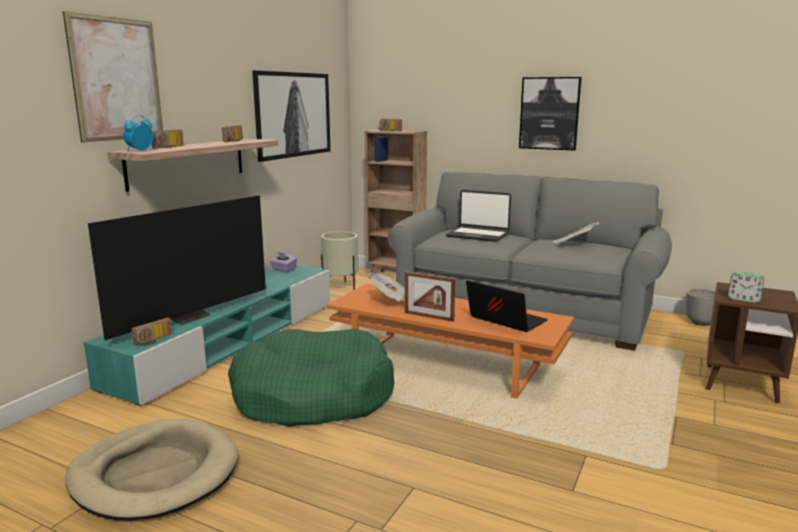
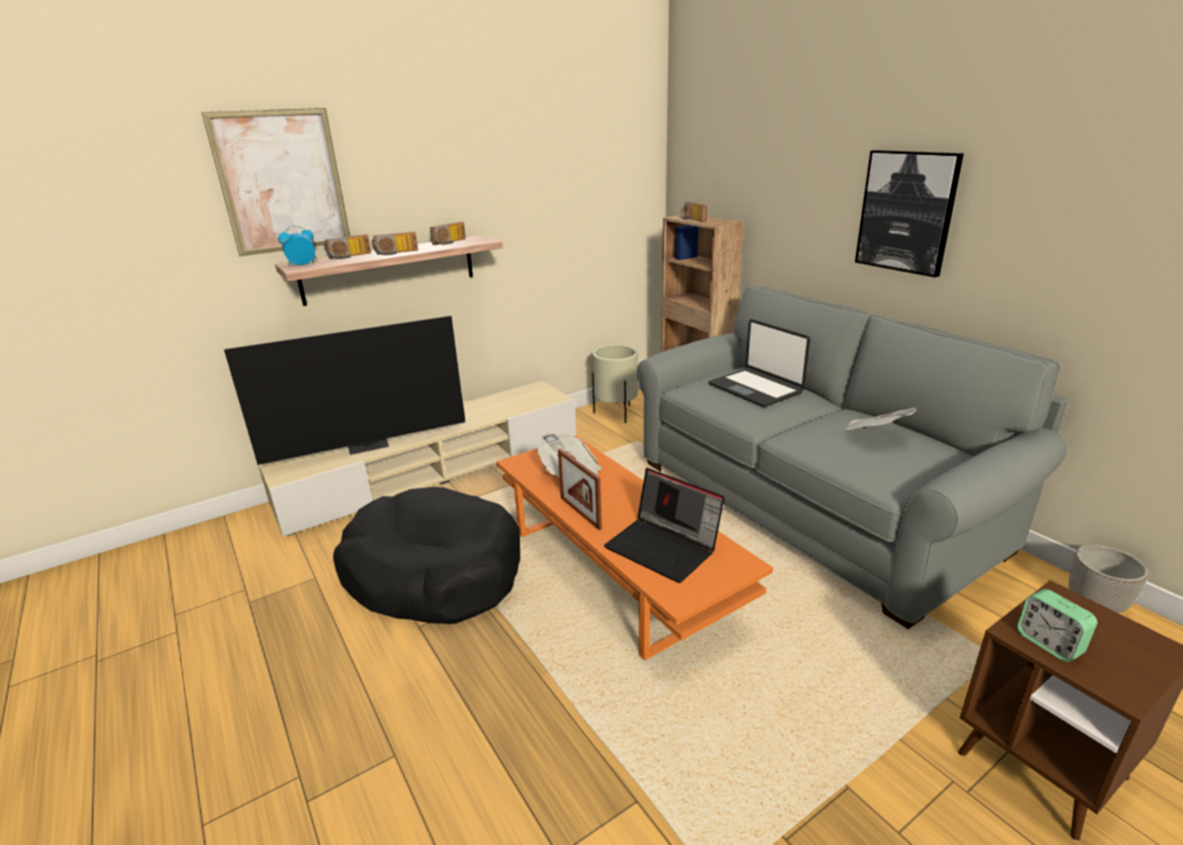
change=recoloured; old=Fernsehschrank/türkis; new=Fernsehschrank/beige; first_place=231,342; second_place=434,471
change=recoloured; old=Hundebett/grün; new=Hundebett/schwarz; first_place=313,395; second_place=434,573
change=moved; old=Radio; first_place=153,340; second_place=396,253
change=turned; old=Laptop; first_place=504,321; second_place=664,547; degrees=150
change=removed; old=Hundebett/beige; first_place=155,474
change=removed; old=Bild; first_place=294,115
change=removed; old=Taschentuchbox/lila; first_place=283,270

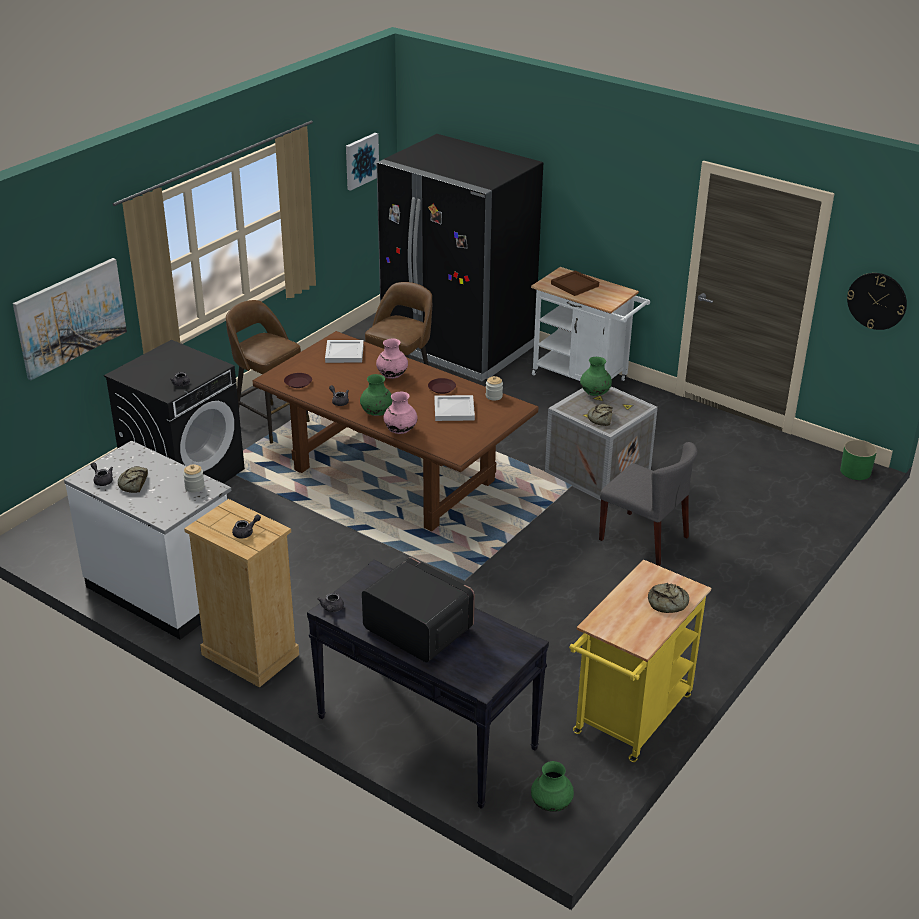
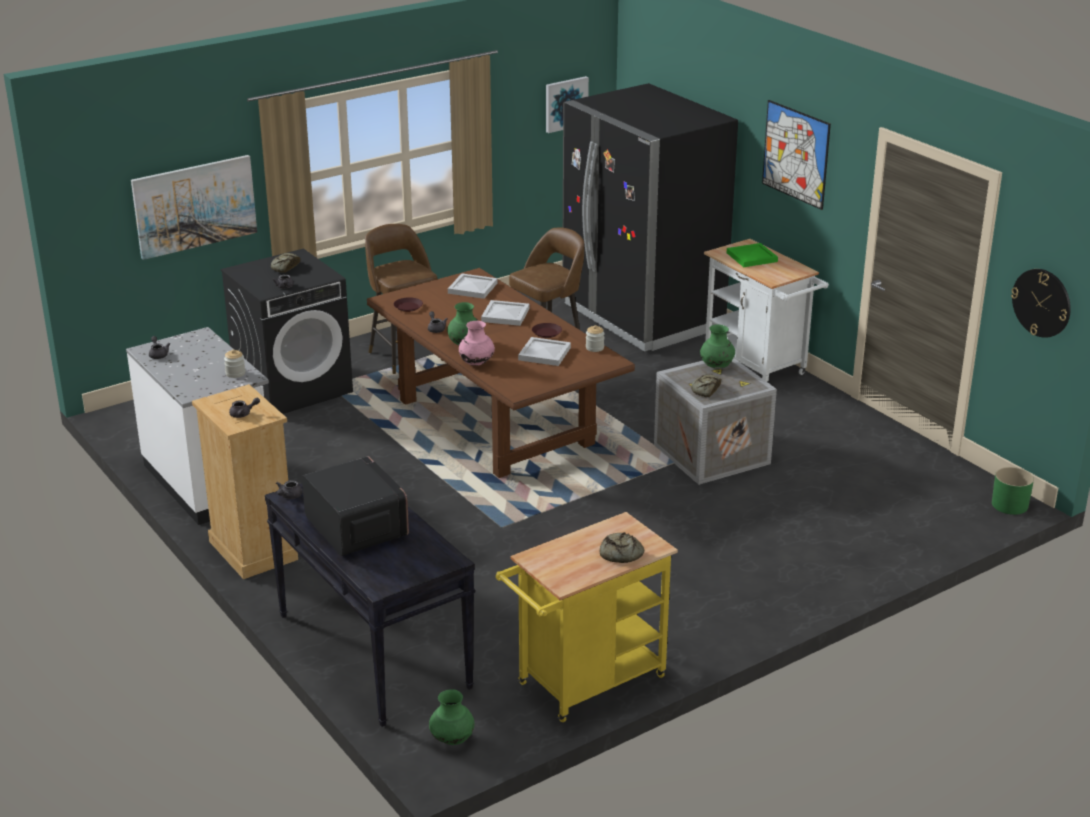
change=moved; old=Brot; first_place=133,483; second_place=284,267
change=replaced; old=Vase/rosa; new=Tablett/weiß; first_place=392,376; second_place=505,315
change=recoloured; old=Tablett/braun; new=Tablett/grün; first_place=574,285; second_place=751,257
change=added; new=Bild; second_place=795,154
change=removed; old=Stuhl/grau; first_place=644,538

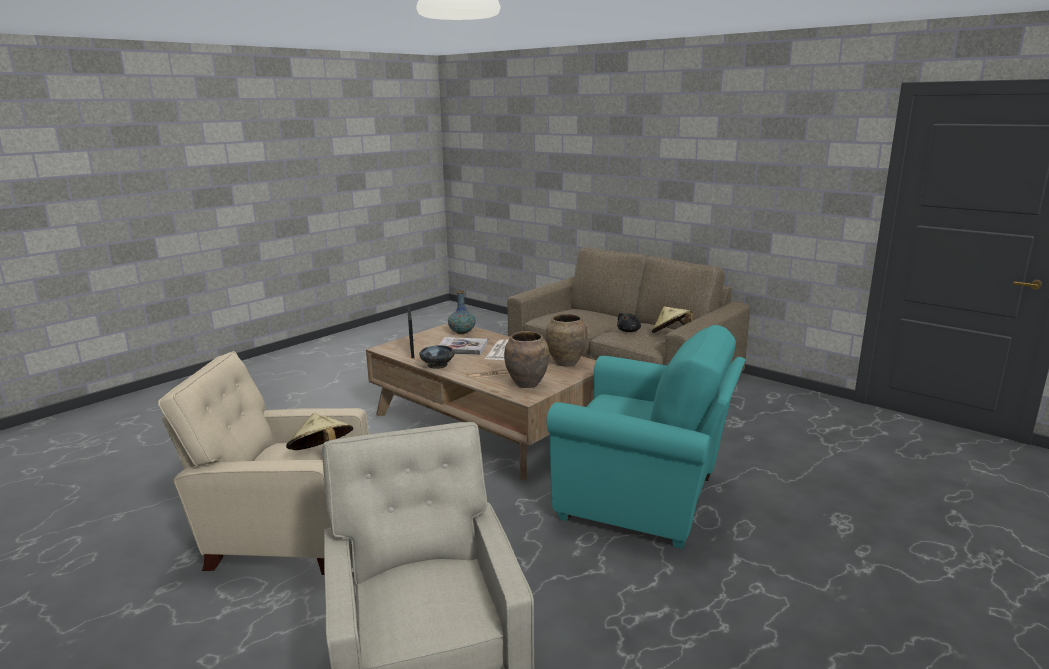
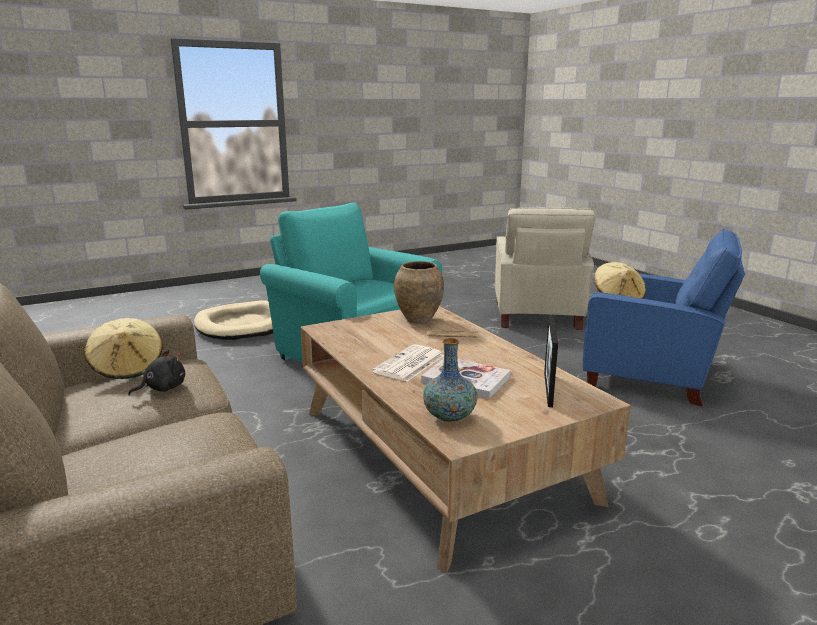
change=added; new=Hundebett/beige; second_place=242,325
change=recoloured; old=Sessel/beige; new=Sessel/blau; first_place=285,534; second_place=651,377
change=removed; old=Schüssel/schwarz; first_place=437,365
change=removed; old=Vase/braun; first_place=565,363

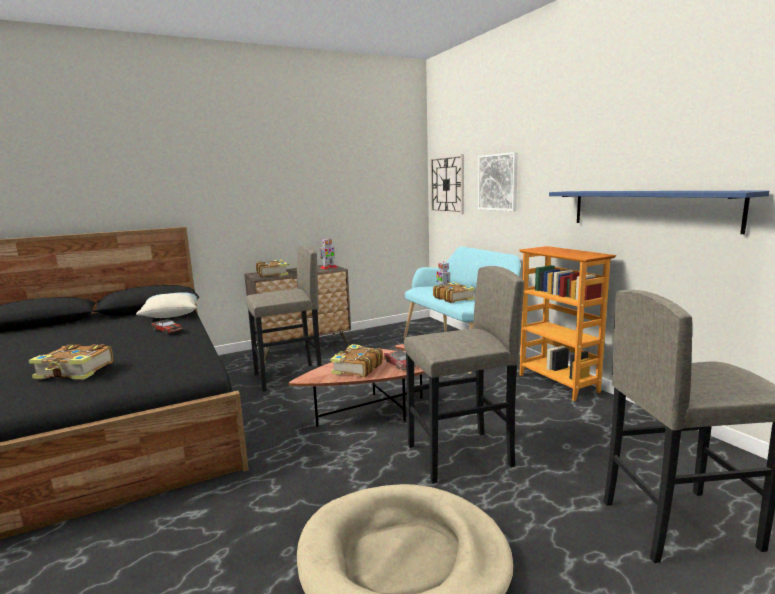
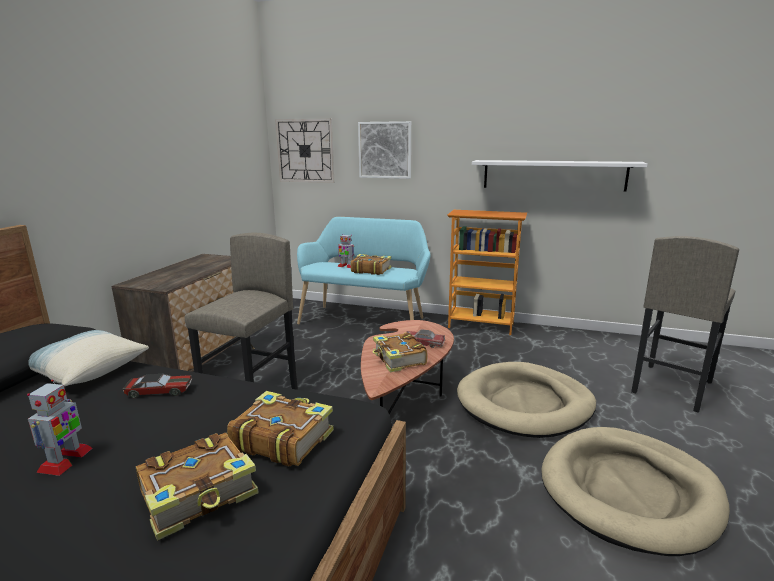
change=moved; old=Spielzeugroboter; first_place=328,267; second_place=65,460
change=moved; old=Buch; first_place=273,274; second_place=282,439
change=replaced; old=Hocker/grau; new=Hundebett/beige; first_place=460,456; second_place=524,403
change=recoloured; old=Wandregal/blau; new=Wandregal/weiß; first_place=649,209; second_place=553,175

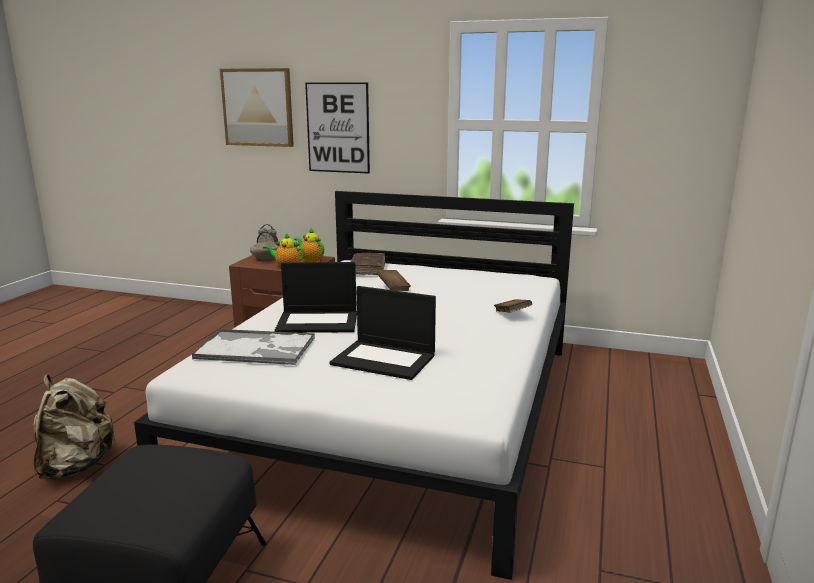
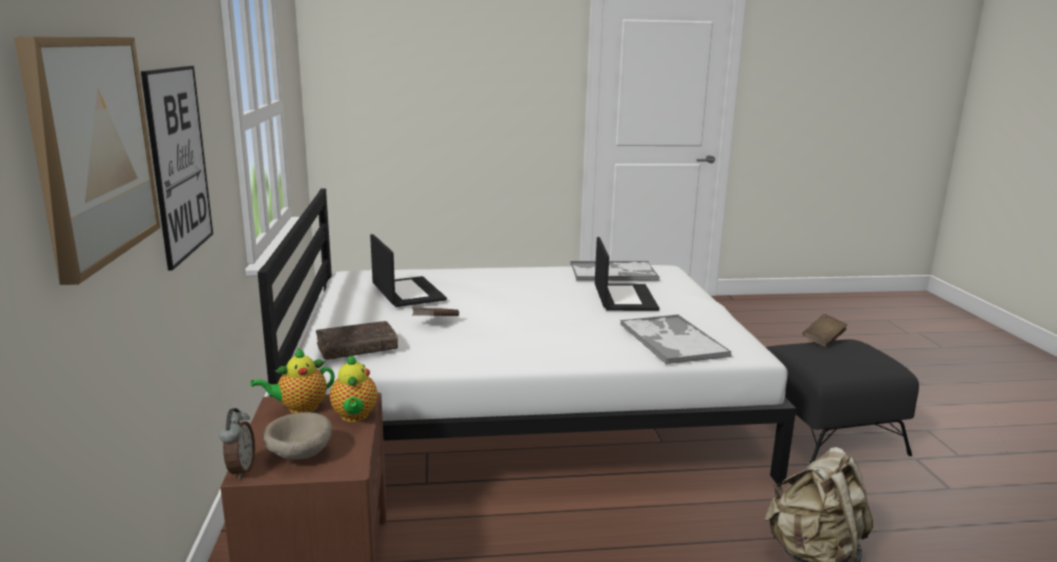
change=turned; old=Teekanne; first_place=311,260; second_place=299,408; degrees=45
change=moved; old=Laptop; first_place=318,322; second_place=407,292
change=added; new=Tablett; second_place=614,272
change=moved; old=Buch/braun; first_place=512,315; second_place=823,340

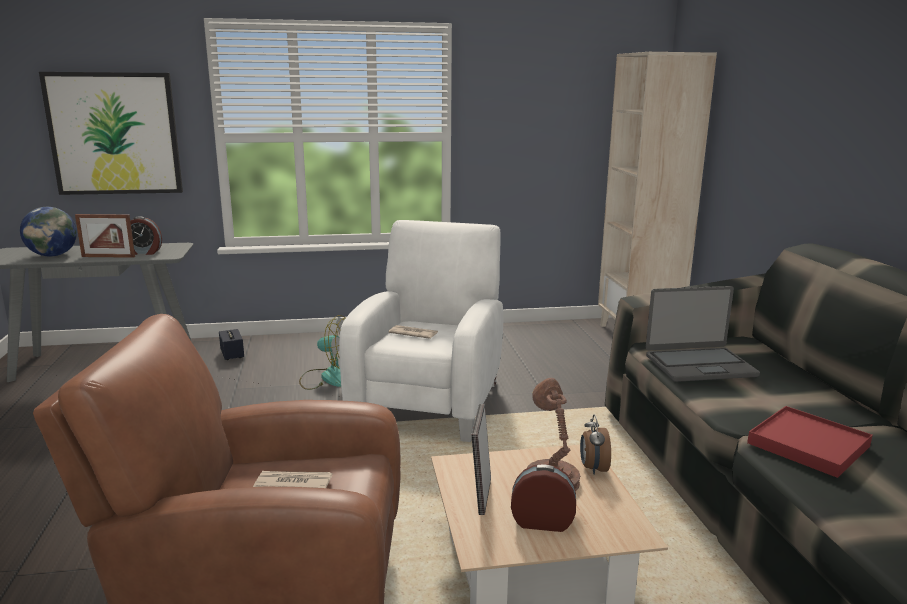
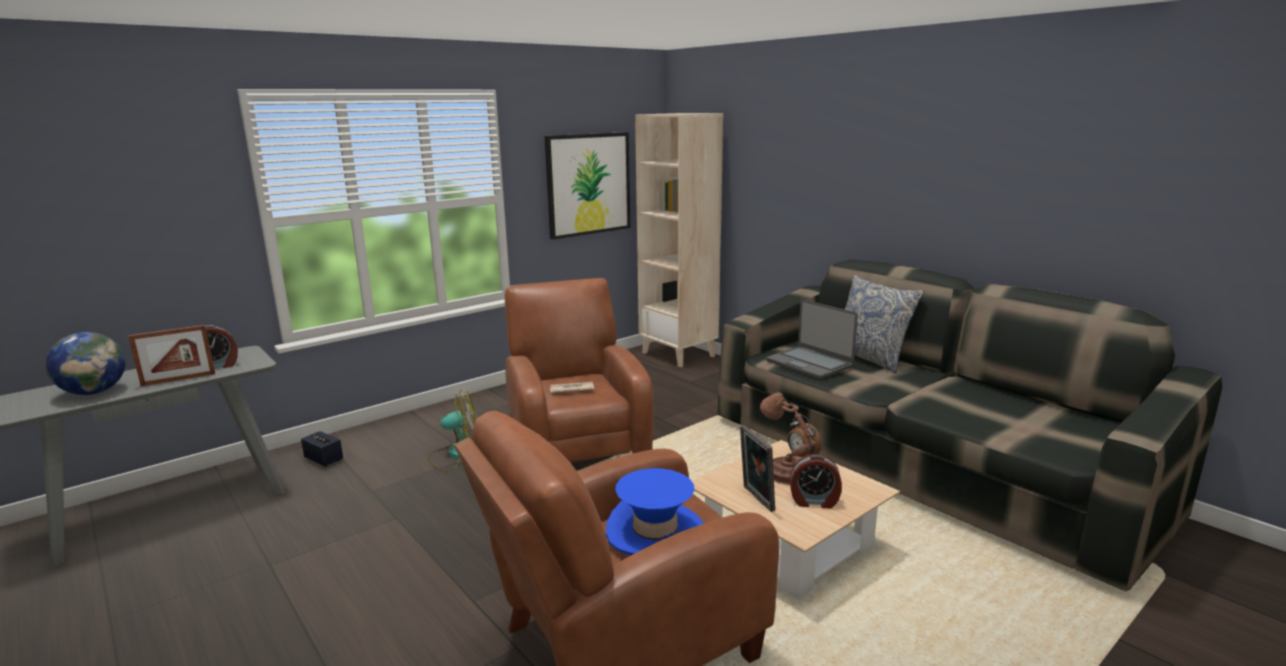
change=recoloured; old=Sessel/weiß; new=Sessel/braun; first_place=431,401; second_place=576,449
change=moved; old=Bild; first_place=114,134; second_place=588,184
change=replaced; old=Zeitung; new=Hut/blau; first_place=293,484; second_place=655,530
change=turned; old=Laptop; first_place=699,365; second_place=809,363; degrees=90
change=turned; old=Wecker; first_place=542,521; second_place=814,501; degrees=-150
change=added; new=Kissen; second_place=870,358
change=removed; old=Tablett/rot; first_place=808,445

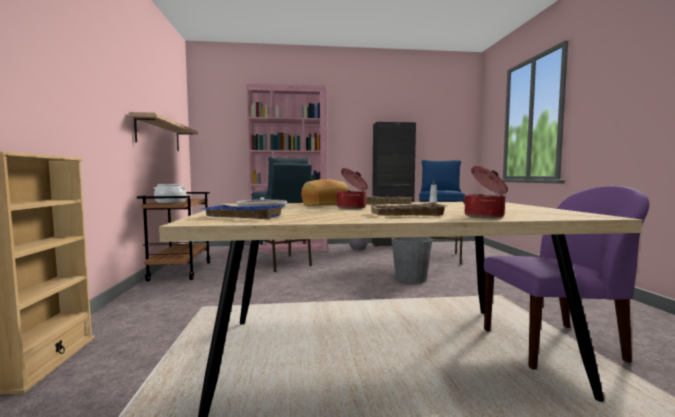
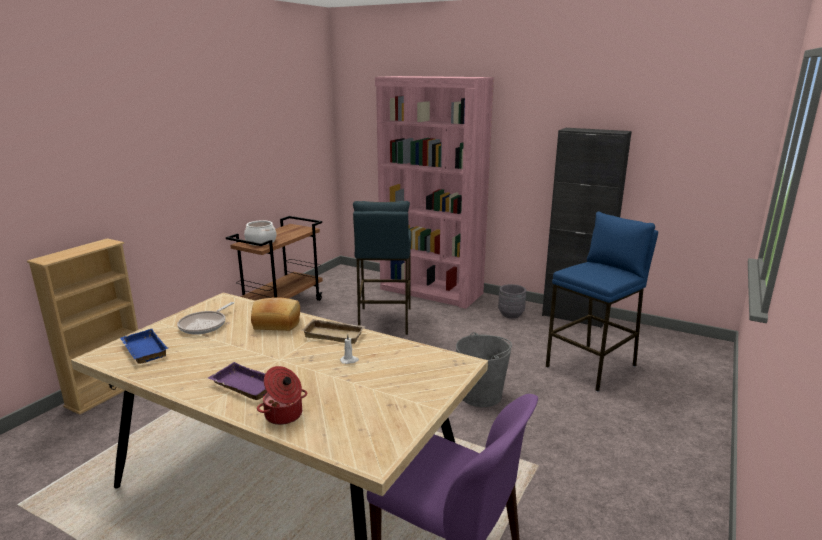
change=recoloured; old=Tablett/beige; new=Tablett/lila; first_place=406,215; second_place=243,386
change=removed; old=Wandregal; first_place=159,135
change=removed; old=Kochtopf; first_place=352,207

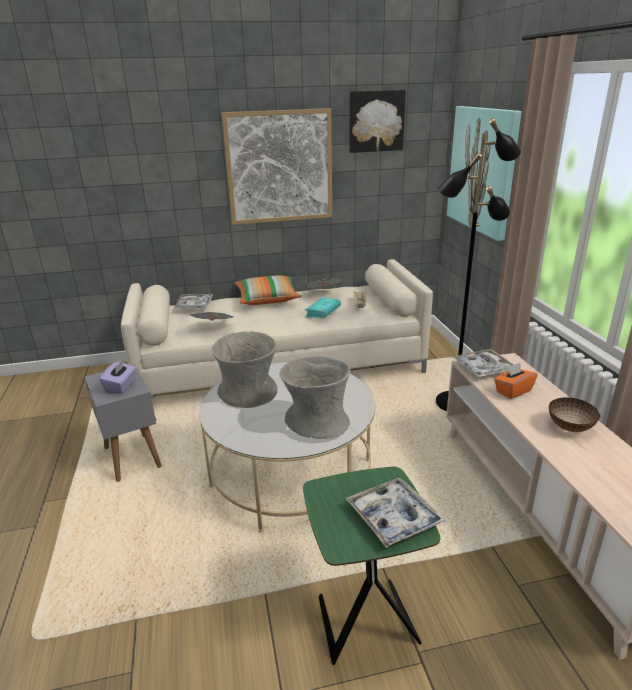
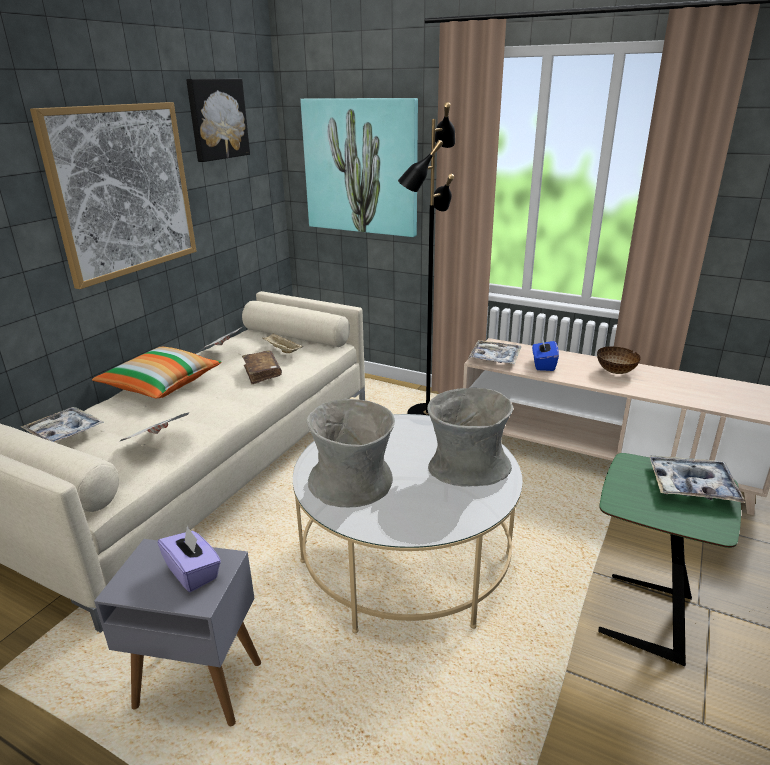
change=recoloured; old=Buch/türkis; new=Buch/braun; first_place=323,313; second_place=262,372
change=recoloured; old=Taschentuchbox/orange; new=Taschentuchbox/blau; first_place=513,391; second_place=543,365

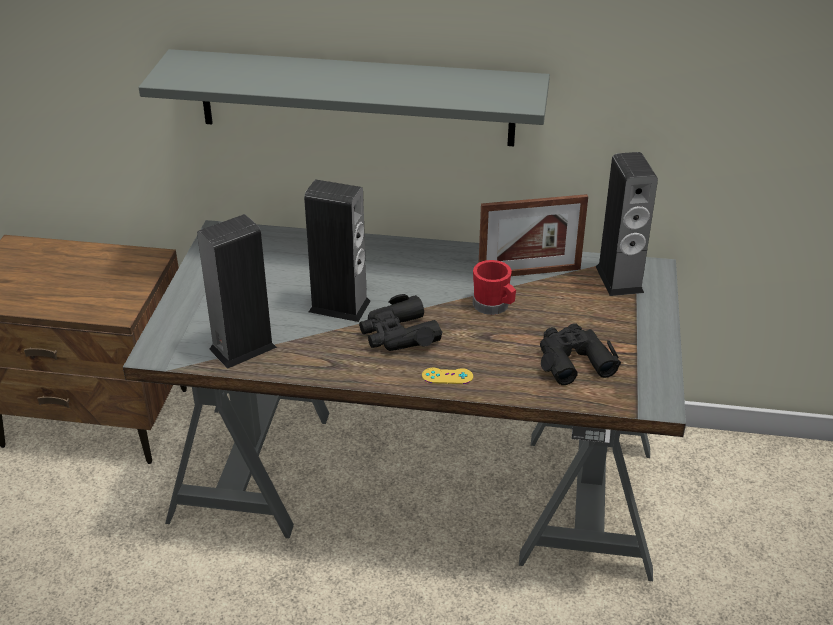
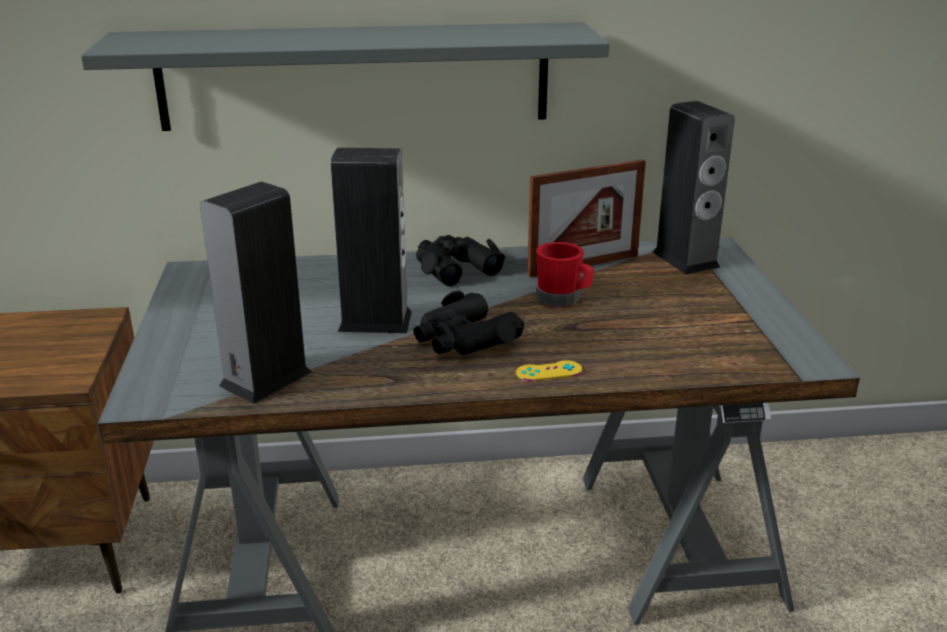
change=moved; old=Fernglas/schwarz; first_place=573,360; second_place=454,267

